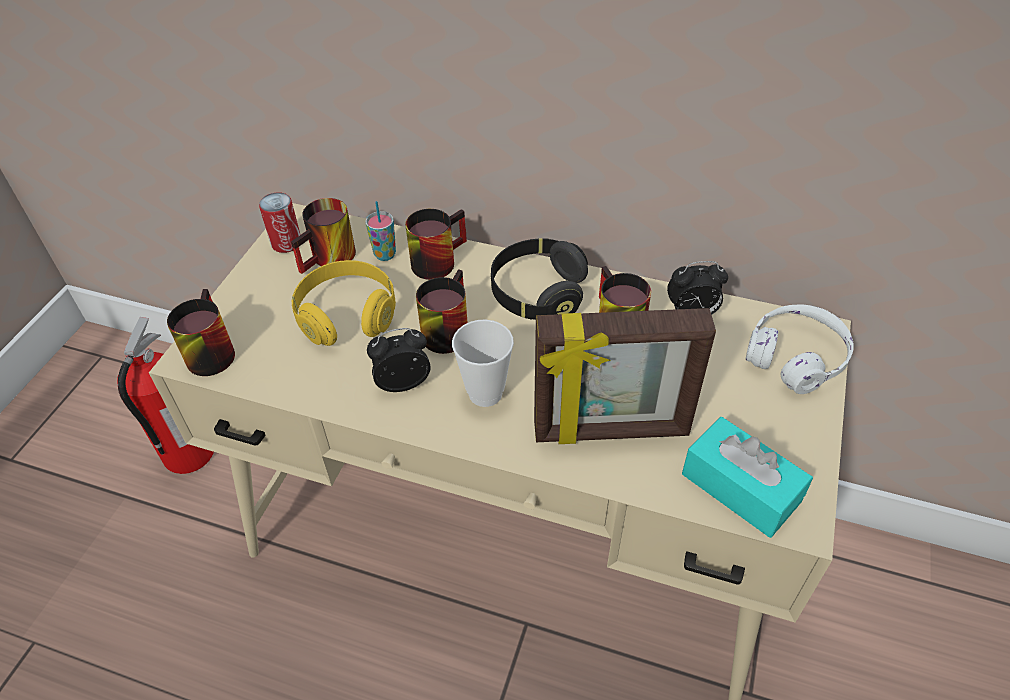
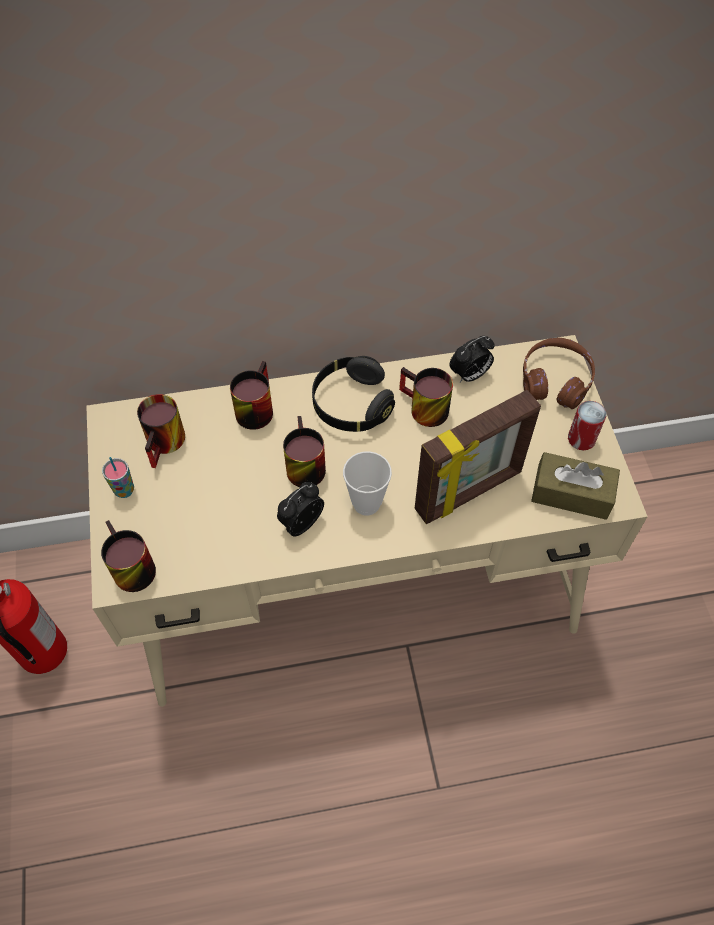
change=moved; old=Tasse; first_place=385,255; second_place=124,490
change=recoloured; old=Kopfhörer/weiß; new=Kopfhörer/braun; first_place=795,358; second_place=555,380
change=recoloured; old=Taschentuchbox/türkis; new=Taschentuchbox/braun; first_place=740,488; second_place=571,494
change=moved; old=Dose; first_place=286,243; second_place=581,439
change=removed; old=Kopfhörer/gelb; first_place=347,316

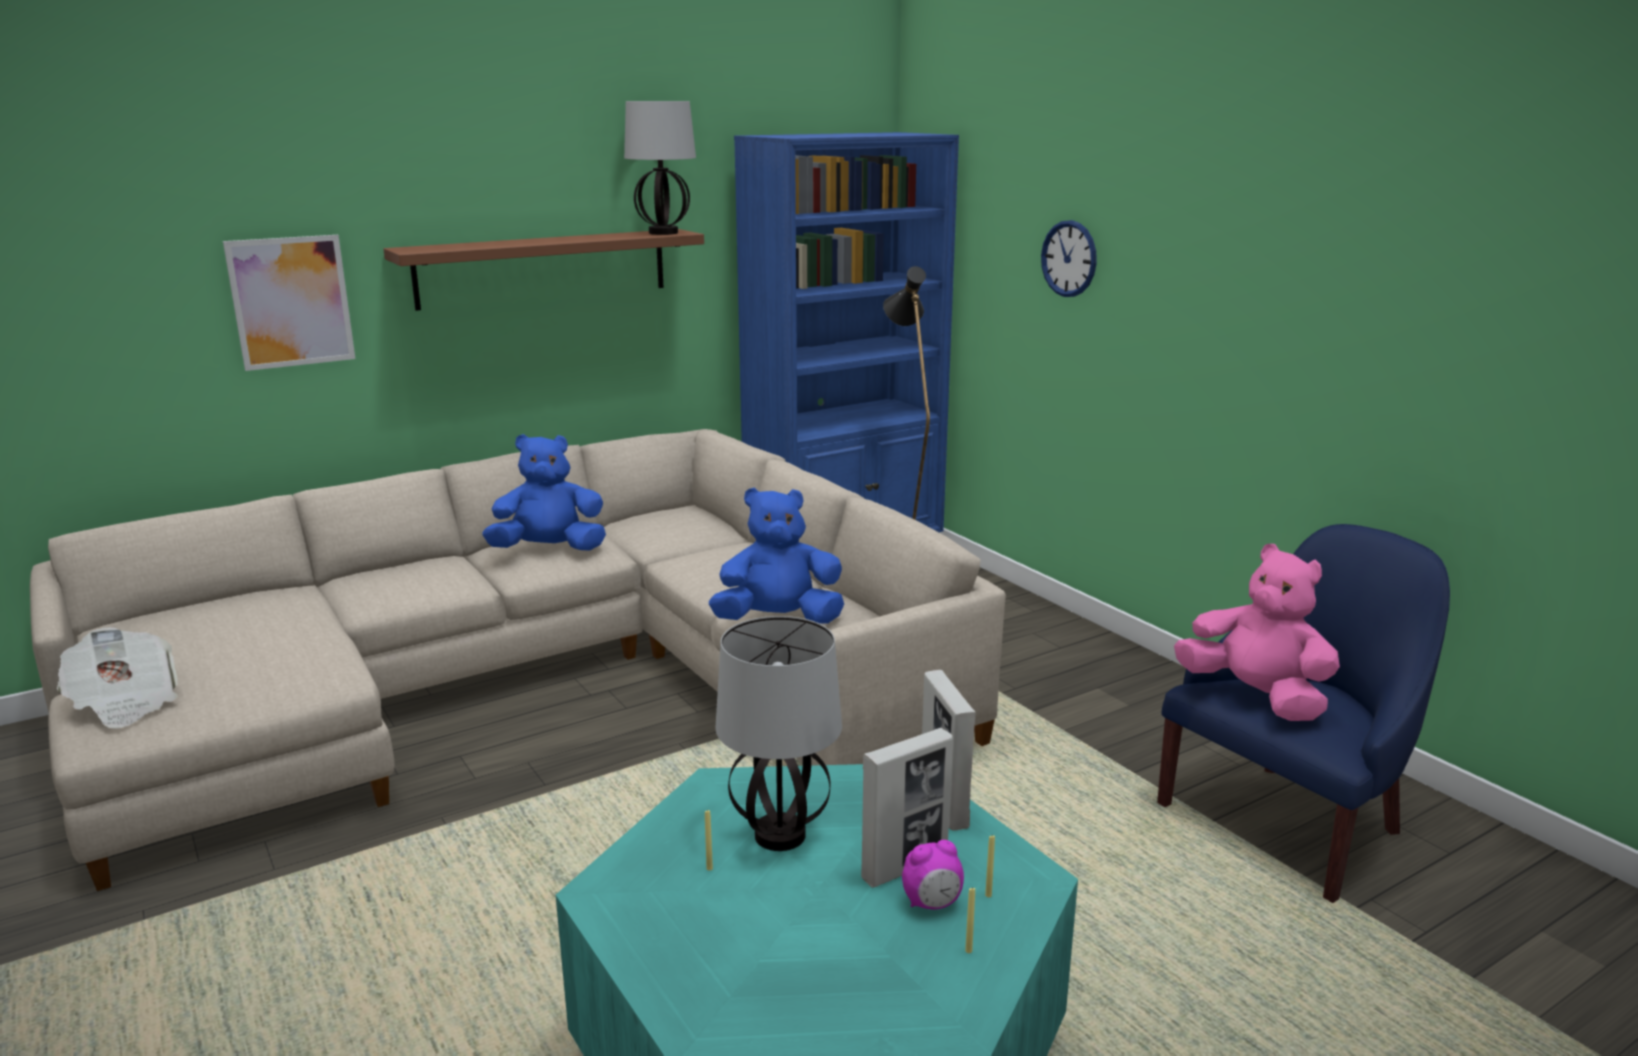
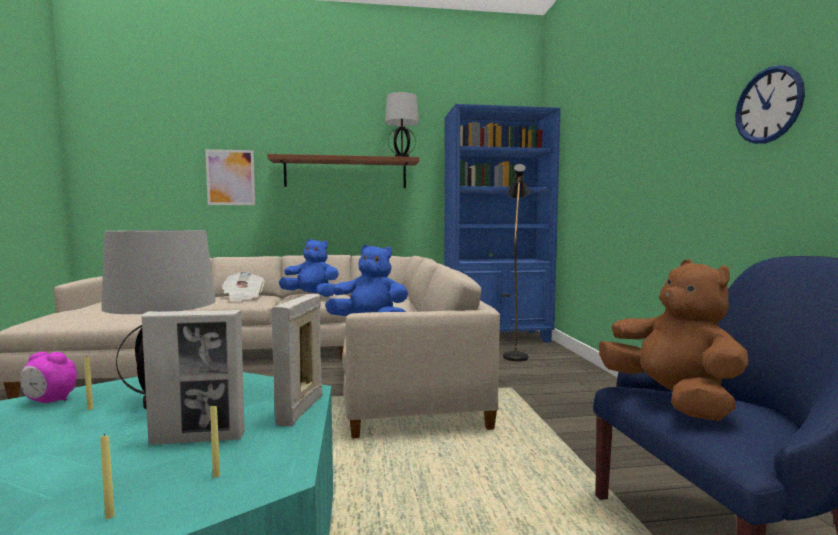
change=moved; old=Wecker; first_place=932,904; second_place=50,401
change=moved; old=Zeitung; first_place=125,703; second_place=243,297
change=recoloured; old=Plüschtier/rosa; new=Plüschtier/braun; first_place=1255,697; second_place=671,400
change=moved; old=Wanduhr; first_place=1069,258; second_place=768,105

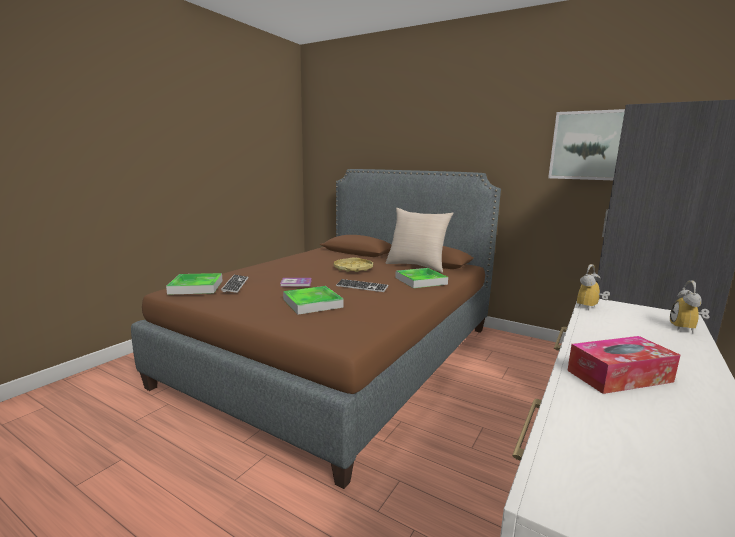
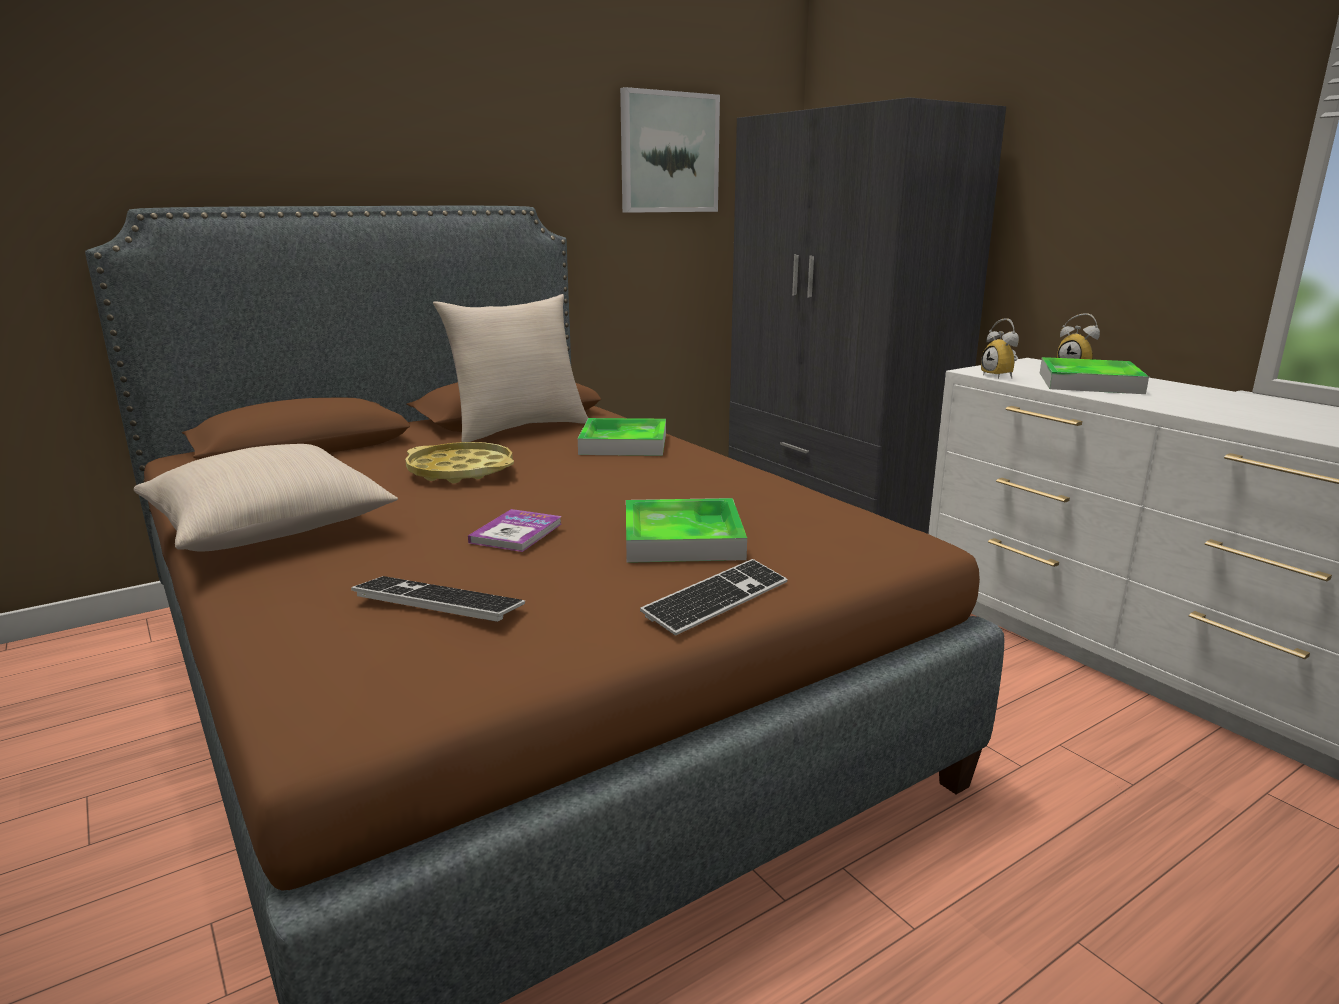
change=added; new=Kissen/beige; second_place=269,529
change=moved; old=Tastatur; first_place=362,287; second_place=717,599
change=moved; old=Tablett; first_place=196,287; second_place=1089,383
change=removed; old=Taschentuchbox; first_place=619,376

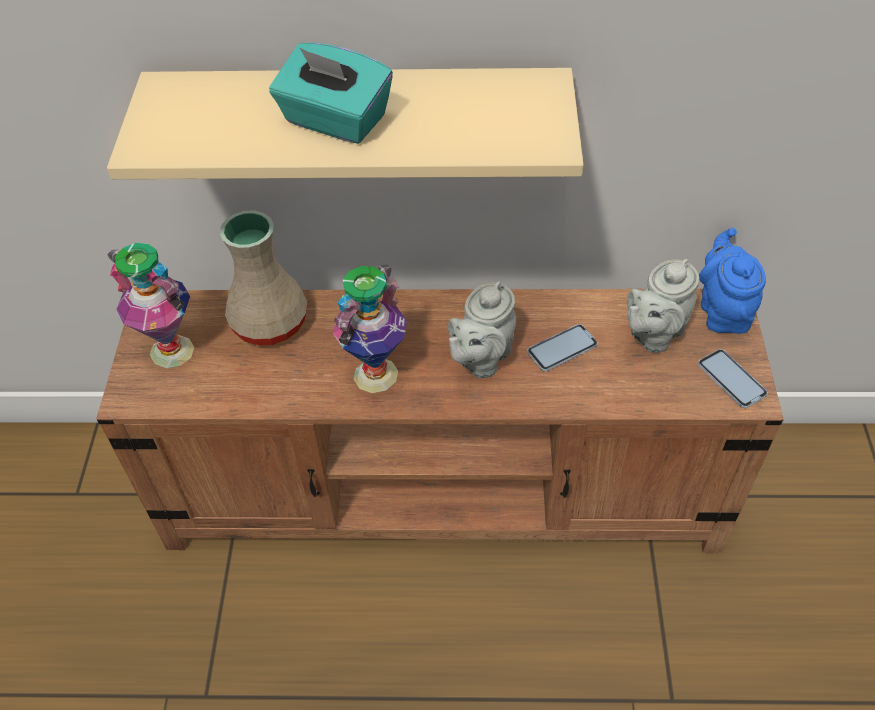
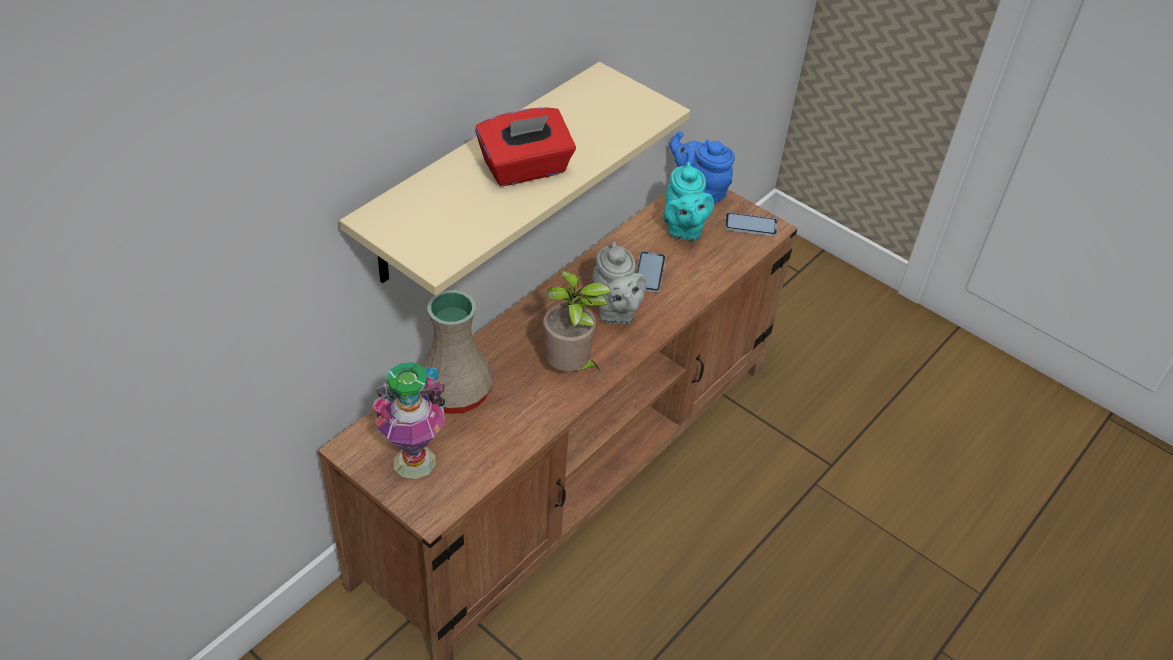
change=recoloured; old=Taschentuchbox/türkis; new=Taschentuchbox/rot; first_place=335,121; second_place=525,169
change=replaced; old=Vase; new=Topfpflanze; first_place=376,375; second_place=570,368
change=recoloured; old=Teekanne/grau; new=Teekanne/türkis; first_place=653,334; second_place=683,229

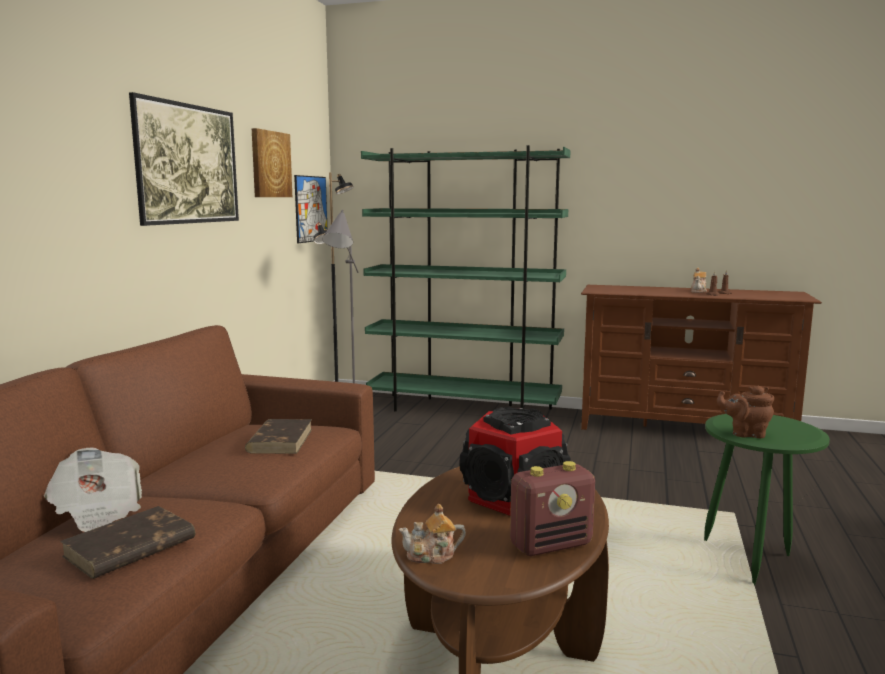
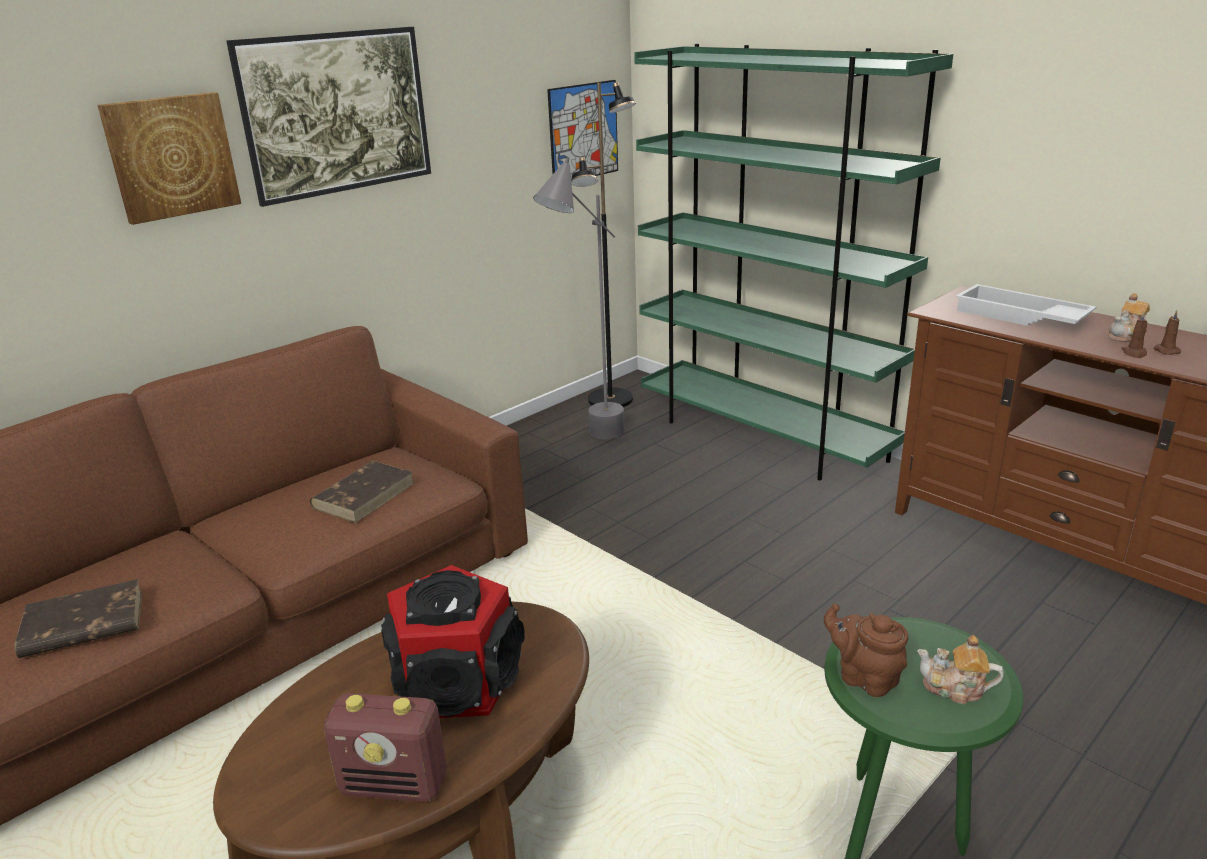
change=moved; old=Bild; first_place=270,164; second_place=171,156
change=moved; old=Teekanne; first_place=432,555; second_place=955,689
change=added; new=Tablett/weiß; second_place=1019,317
change=removed; old=Zeitung; first_place=97,511

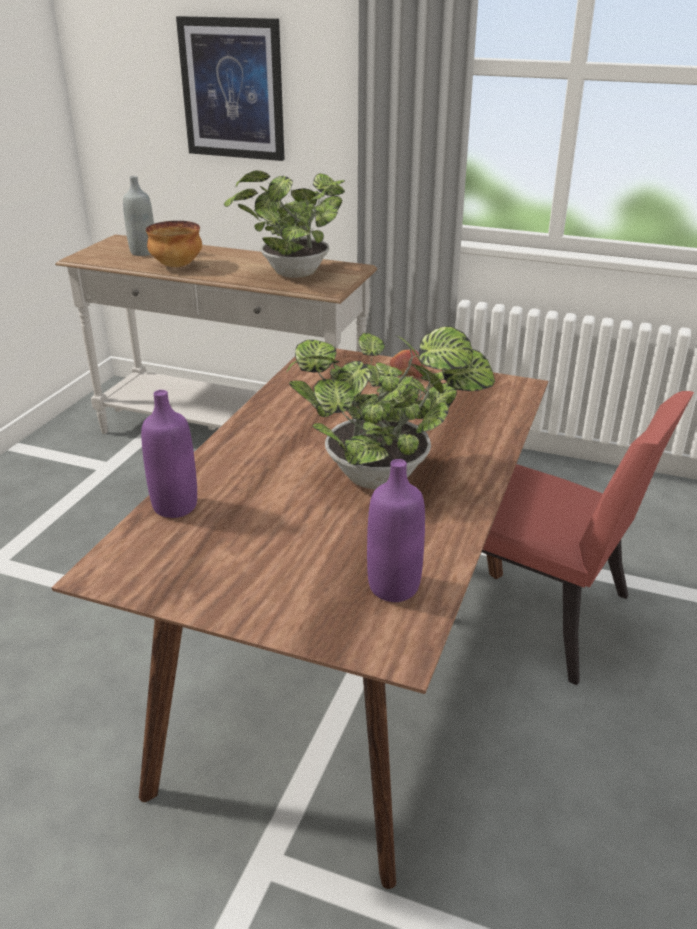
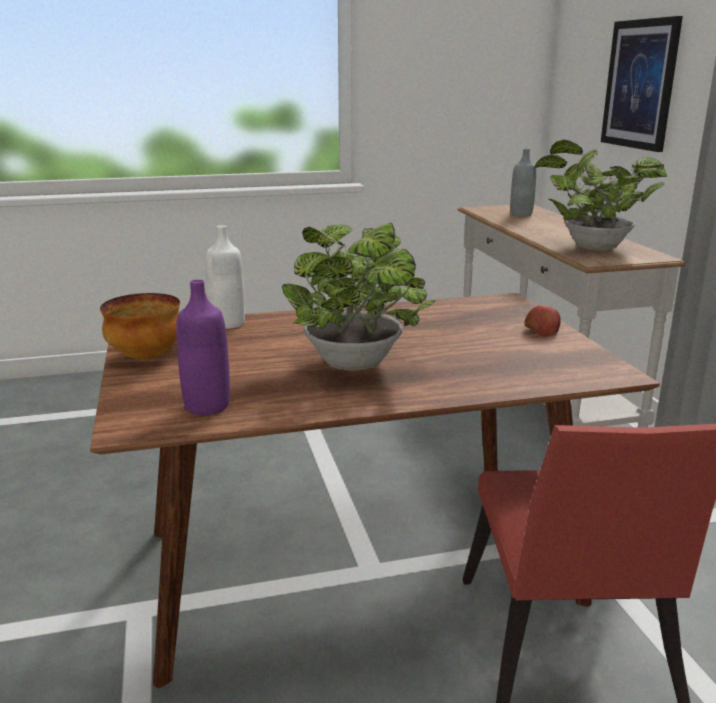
change=moved; old=Schüssel; first_place=177,266; second_place=147,356
change=recoloured; old=Flasche/lila; new=Flasche/weiß; first_place=175,506; second_place=228,323

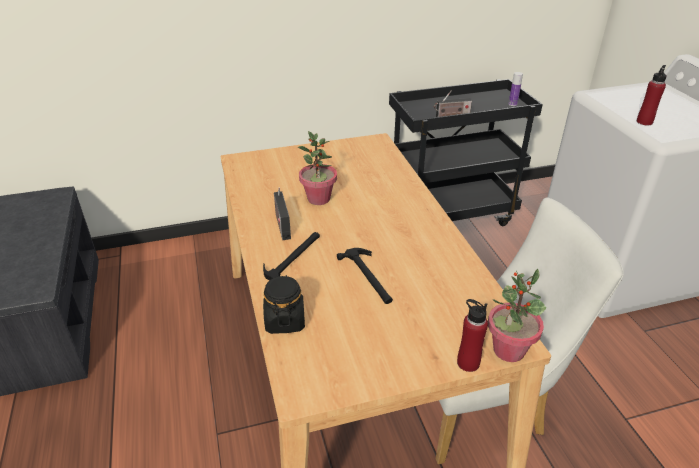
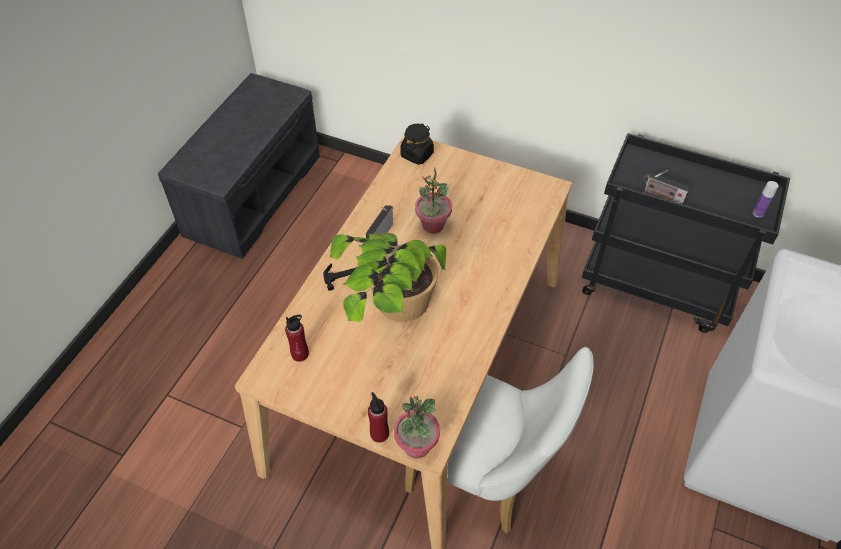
change=moved; old=Flasche/rot; first_place=644,122; second_place=300,354
change=replaced; old=Hammer; new=Topfpflanze; first_place=369,277; second_place=391,322
change=moved; old=Vorratsglas/schwarz; first_place=285,320; second_place=417,154

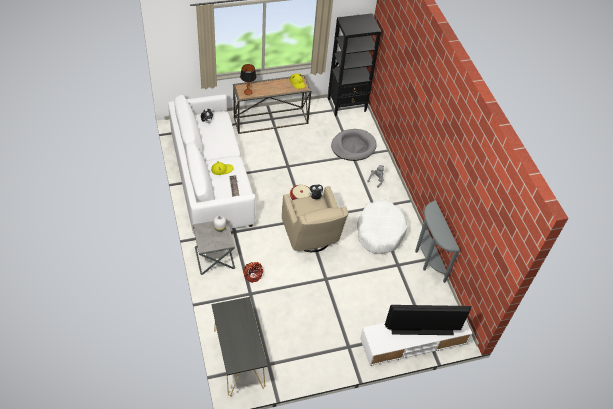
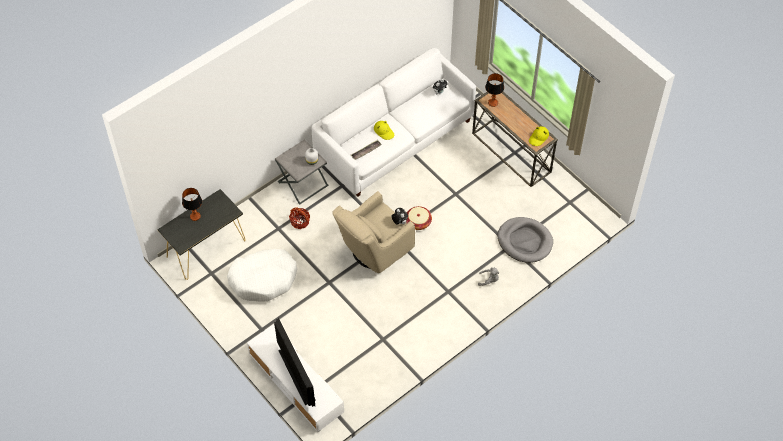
change=added; new=Tischlampe; second_place=195,216
change=moved; old=Hundebett/weiß; first_place=380,231; second_place=263,279
change=removed; old=Bücherregal/schwarz; first_place=347,105
change=removed; old=Konsolentisch/grau; first_place=427,259

